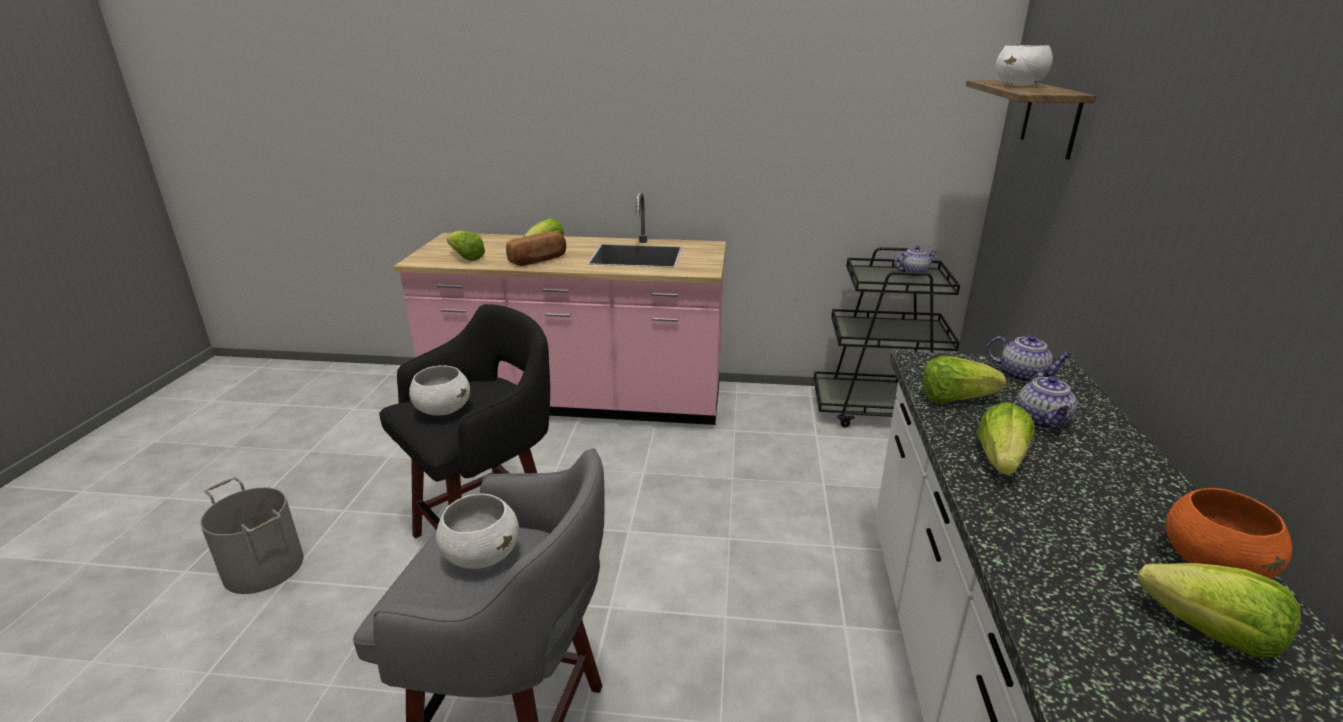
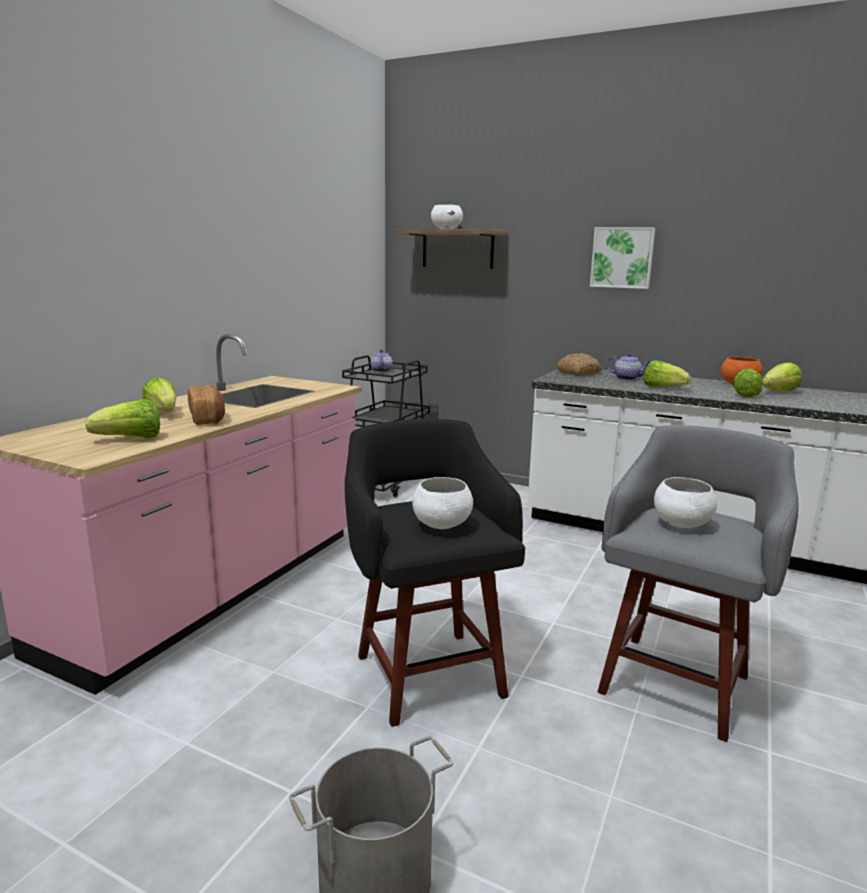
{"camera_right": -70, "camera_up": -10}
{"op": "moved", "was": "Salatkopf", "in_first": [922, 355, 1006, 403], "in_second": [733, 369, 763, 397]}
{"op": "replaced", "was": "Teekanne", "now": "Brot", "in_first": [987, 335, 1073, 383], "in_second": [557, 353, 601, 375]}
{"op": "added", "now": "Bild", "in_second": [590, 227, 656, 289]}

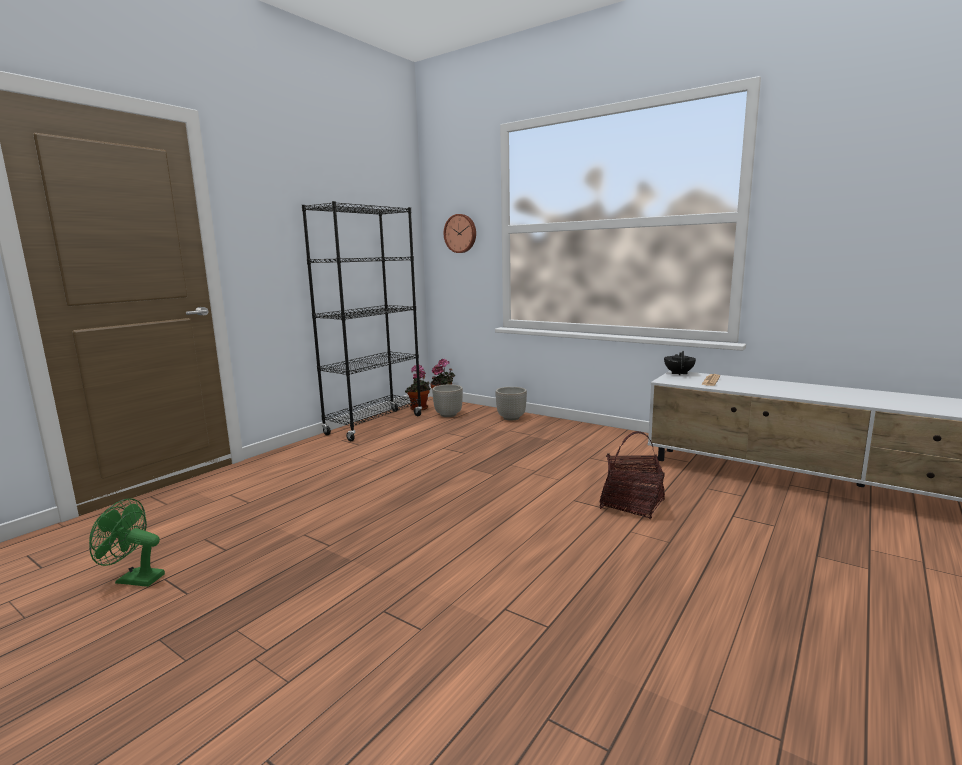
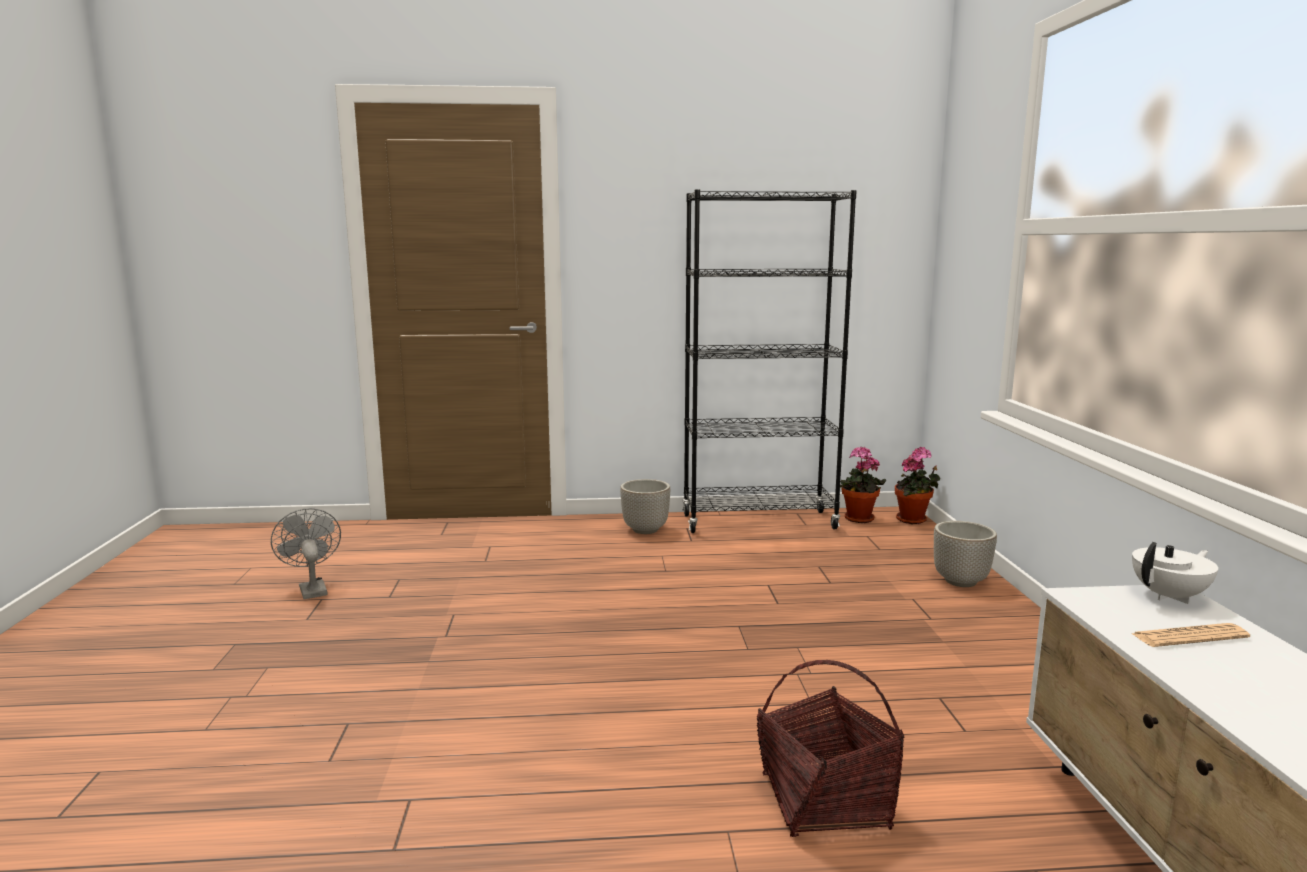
{"camera_right": 50, "camera_up": 0}
{"op": "recoloured", "was": "Ventilator (grün)", "now": "Ventilator (grau)", "in_first": [89, 499, 165, 587], "in_second": [271, 508, 341, 599]}
{"op": "moved", "was": "Pflanzkübel", "in_first": [432, 385, 463, 417], "in_second": [620, 479, 670, 534]}
{"op": "removed", "was": "Wanduhr", "in_first": [444, 214, 476, 253]}
{"op": "recoloured", "was": "Teekanne (schwarz)", "now": "Teekanne (weiß)", "in_first": [664, 351, 696, 375], "in_second": [1132, 542, 1218, 604]}

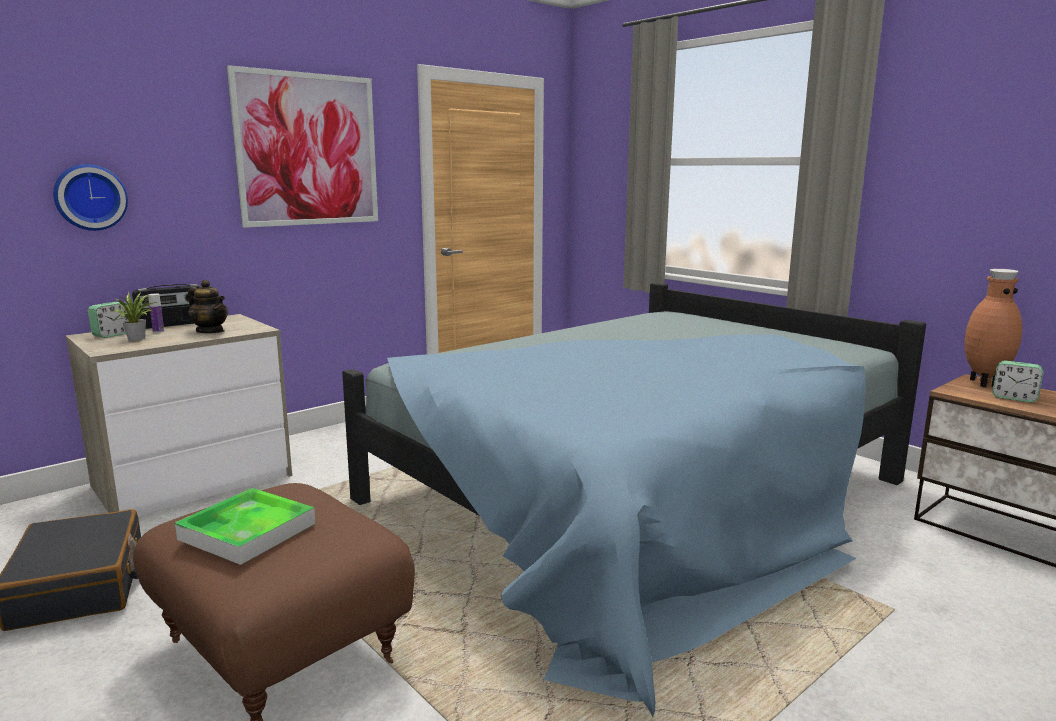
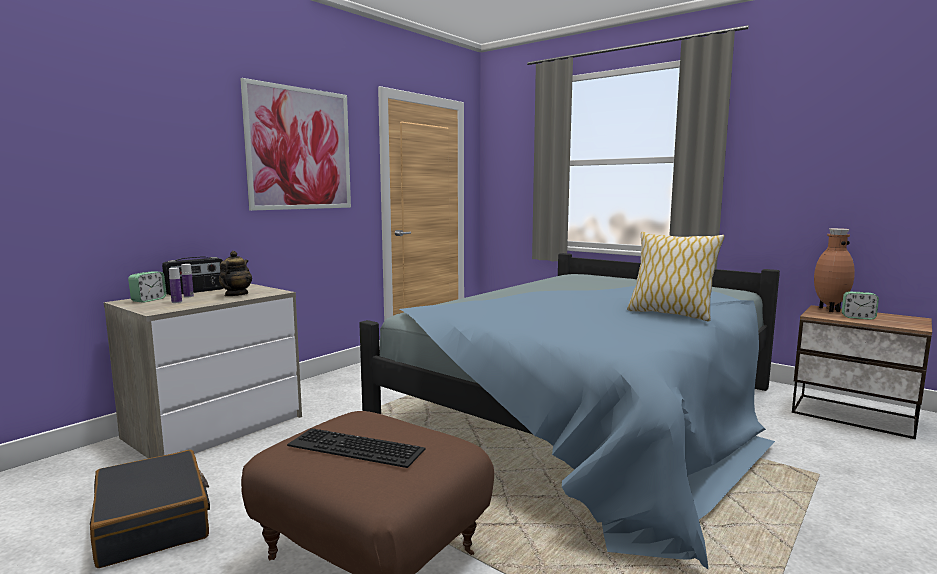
{"camera_right": -10, "camera_up": -5}
{"op": "removed", "was": "Wanduhr", "in_first": [53, 164, 128, 231]}
{"op": "replaced", "was": "Topfpflanze", "now": "Flasche", "in_first": [114, 292, 157, 341], "in_second": [169, 268, 182, 303]}
{"op": "replaced", "was": "Tablett", "now": "Tastatur", "in_first": [175, 488, 316, 565], "in_second": [287, 428, 425, 468]}
{"op": "turned", "was": "Teekanne", "in_first": [188, 280, 228, 333], "in_second": [219, 251, 252, 296], "clockwise": -105}
{"op": "added", "now": "Kissen", "in_second": [627, 232, 725, 321]}

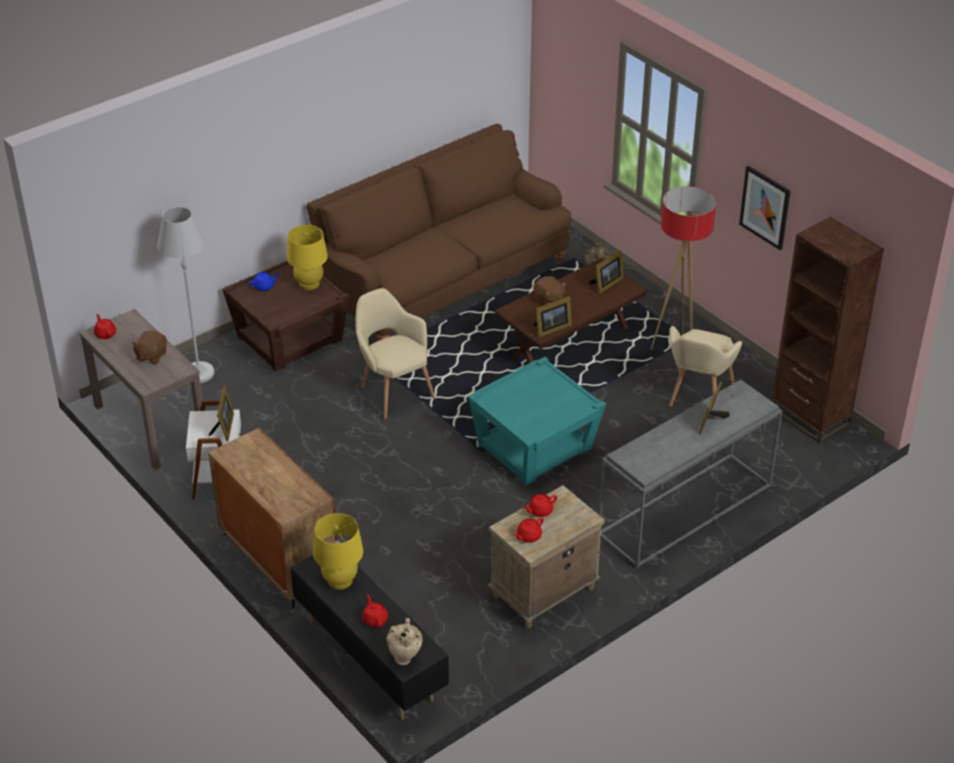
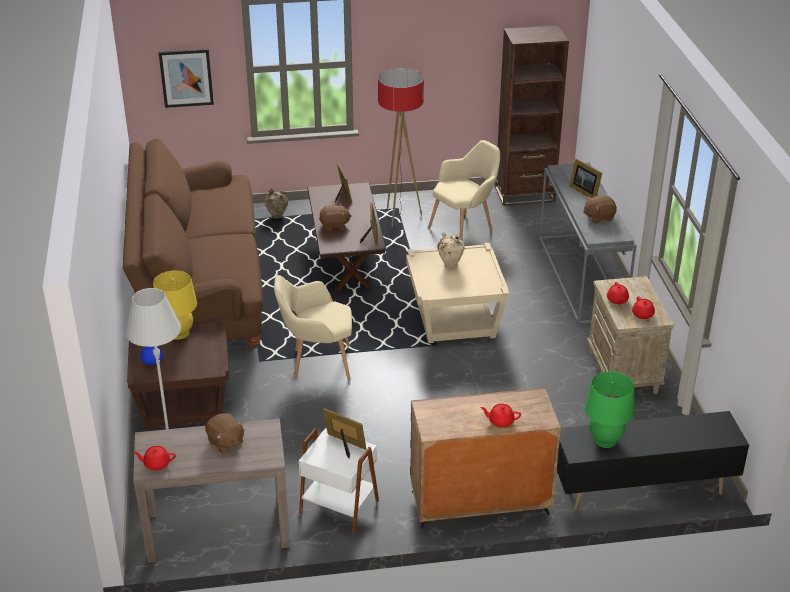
{"camera_right": -60, "camera_up": -5}
{"op": "recoloured", "was": "Tischlampe (gelb)", "now": "Tischlampe (grün)", "in_first": [313, 513, 363, 590], "in_second": [585, 371, 634, 448]}
{"op": "moved", "was": "Teekanne (rot)", "in_first": [362, 594, 388, 628], "in_second": [480, 404, 521, 427]}
{"op": "moved", "was": "Vase (beige)", "in_first": [387, 618, 423, 665], "in_second": [438, 232, 465, 269]}
{"op": "recoloured", "was": "Beistelltisch (türkis)", "now": "Beistelltisch (beige)", "in_first": [468, 357, 606, 485], "in_second": [406, 243, 509, 343]}
{"op": "turned", "was": "Sessel (beige)", "in_first": [669, 326, 742, 407], "in_second": [428, 140, 500, 240], "clockwise": -90}
{"op": "moved", "was": "Bild", "in_first": [739, 166, 790, 250], "in_second": [159, 49, 214, 108]}
{"op": "added", "now": "Plüschtier (braun)", "in_second": [583, 195, 617, 224]}

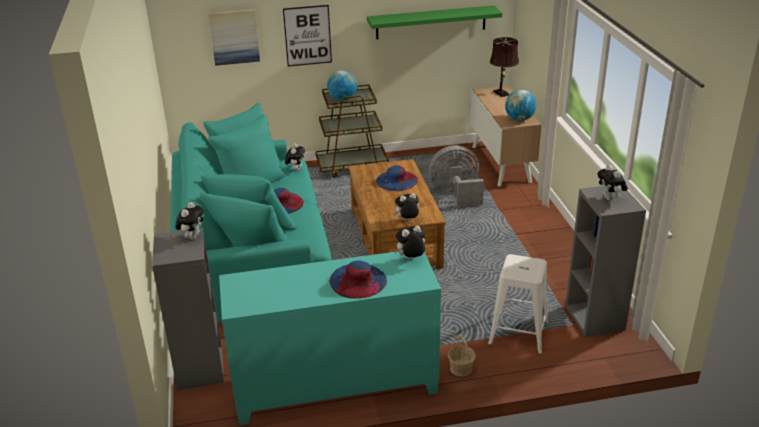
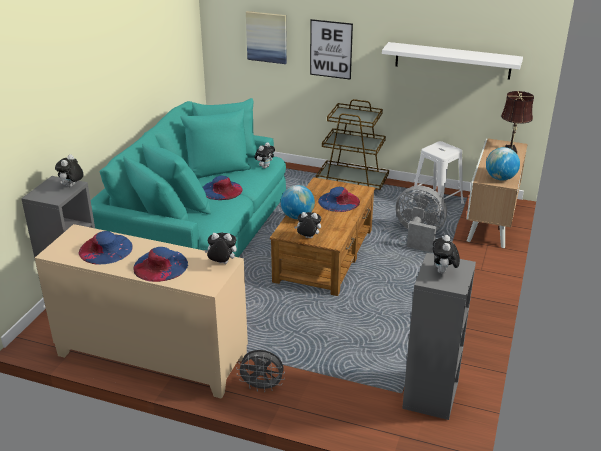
{"camera_right": 30, "camera_up": 0}
{"op": "turned", "was": "Plüschtier", "in_first": [176, 202, 204, 240], "in_second": [55, 154, 84, 187], "clockwise": 150}
{"op": "recoloured", "was": "Schrank (türkis)", "now": "Schrank (beige)", "in_first": [219, 251, 441, 425], "in_second": [35, 224, 248, 399]}
{"op": "moved", "was": "Globus", "in_first": [327, 70, 357, 101], "in_second": [281, 185, 315, 219]}
{"op": "recoloured", "was": "Wandregal (grün)", "now": "Wandregal (weiß)", "in_first": [367, 5, 502, 39], "in_second": [382, 42, 523, 80]}
{"op": "replaced", "was": "Korb", "now": "Ventilator (grau)", "in_first": [448, 334, 476, 376], "in_second": [236, 350, 285, 392]}
{"op": "moved", "was": "Hocker (weiß)", "in_first": [488, 254, 549, 355], "in_second": [409, 141, 464, 215]}
{"op": "added", "now": "Hut (blau)", "in_second": [79, 231, 133, 265]}

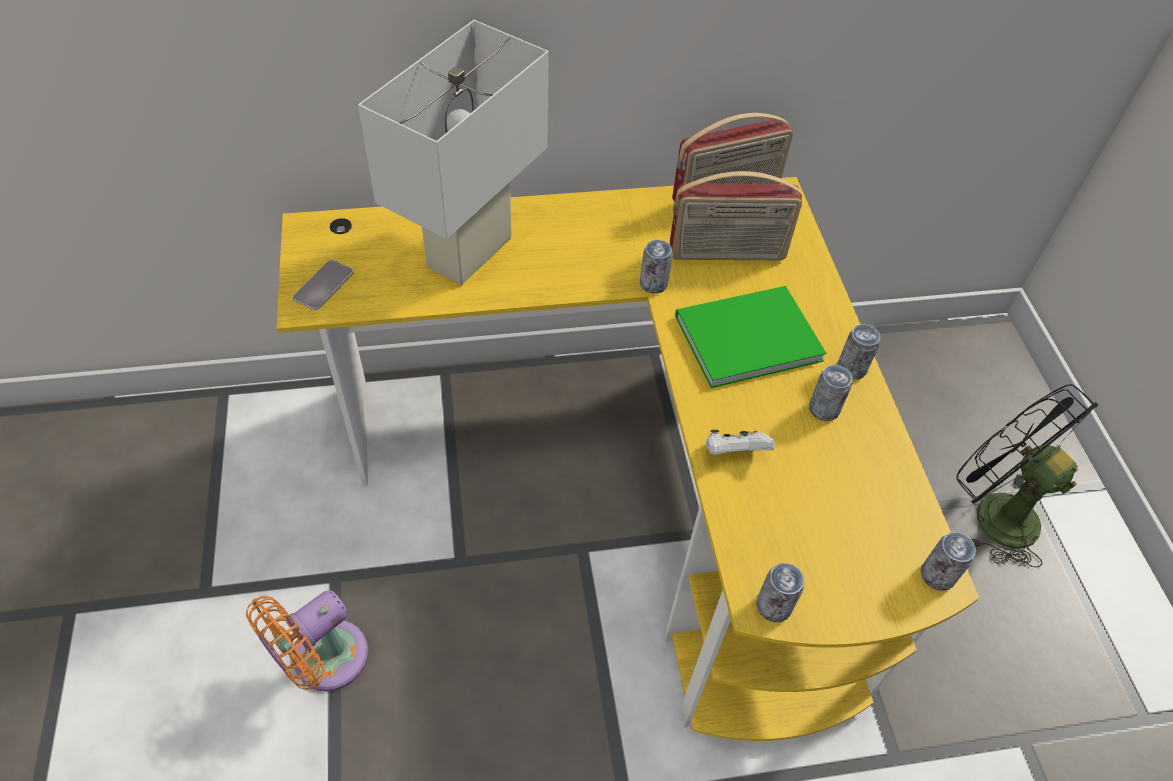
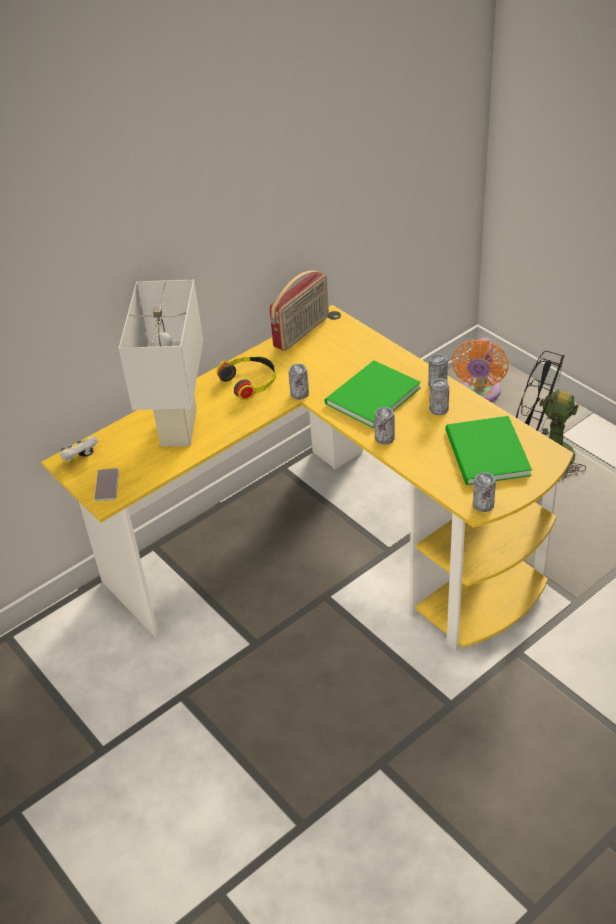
{"camera_right": -25, "camera_up": -10}
{"op": "moved", "was": "Ventilator (orange)", "in_first": [246, 590, 368, 691], "in_second": [452, 337, 509, 402]}
{"op": "removed", "was": "Radio", "in_first": [670, 171, 802, 260]}
{"op": "moved", "was": "Gamepad (weiß)", "in_first": [706, 430, 775, 455], "in_second": [60, 436, 98, 462]}
{"op": "moved", "was": "Dose", "in_first": [921, 532, 976, 591], "in_second": [374, 407, 395, 445]}
{"op": "added", "now": "Kopfhörer", "in_second": [217, 356, 276, 400]}
{"op": "added", "now": "Buch (grün)", "in_second": [445, 416, 532, 485]}

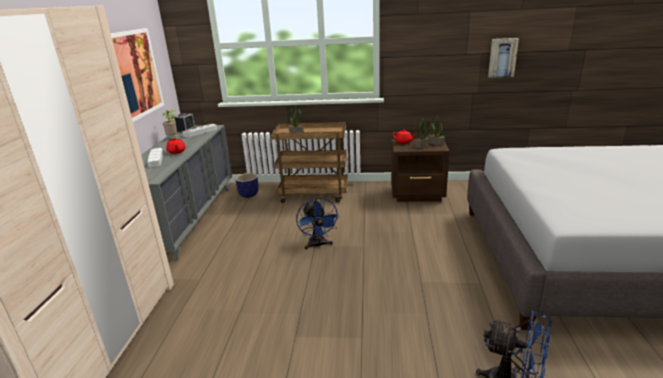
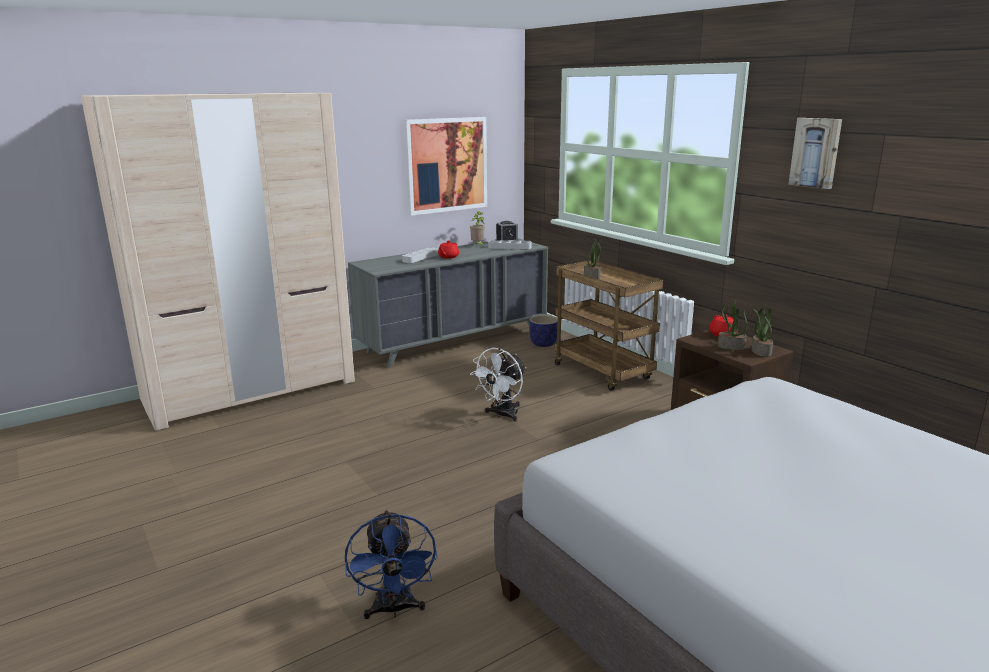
{"camera_right": 50, "camera_up": -5}
{"op": "recoloured", "was": "Ventilator (blau)", "now": "Ventilator (weiß)", "in_first": [296, 198, 340, 250], "in_second": [470, 348, 526, 422]}
{"op": "moved", "was": "Bild", "in_first": [488, 38, 519, 78], "in_second": [789, 118, 842, 189]}

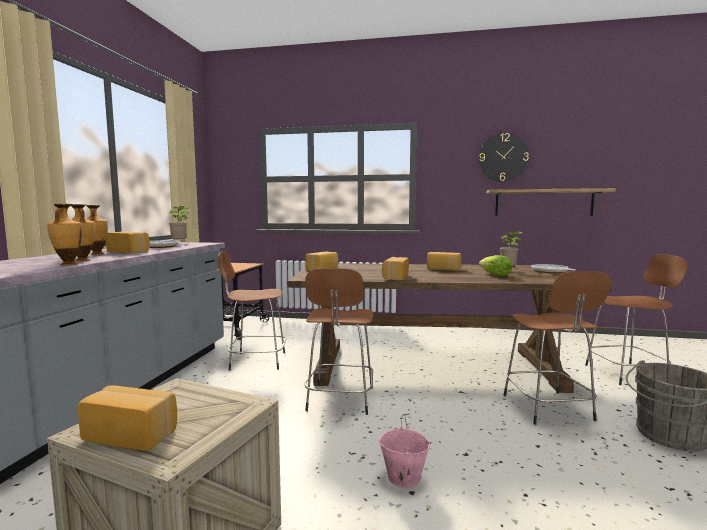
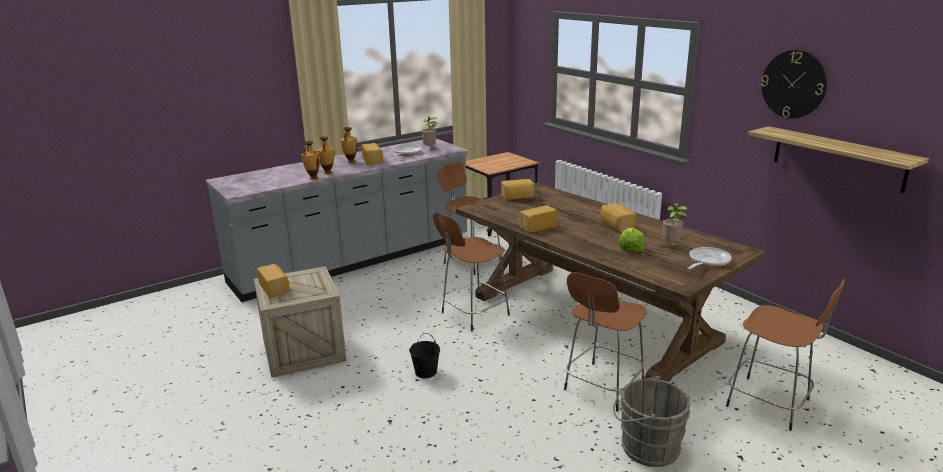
{"camera_right": 45, "camera_up": 15}
{"op": "recoloured", "was": "Eimer (rosa)", "now": "Eimer (schwarz)", "in_first": [379, 414, 430, 488], "in_second": [409, 333, 440, 379]}

